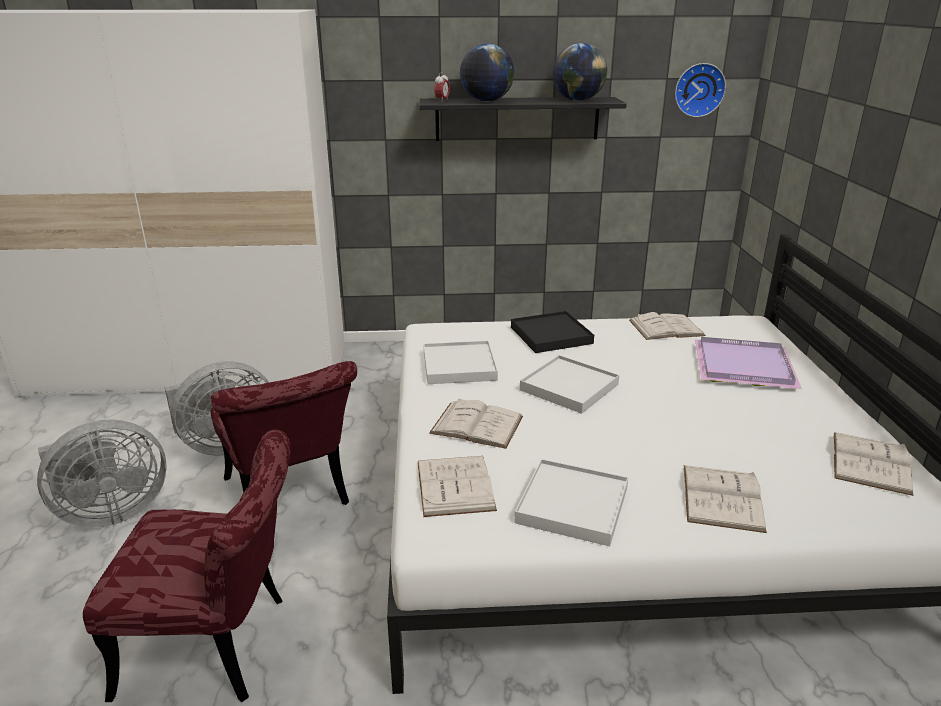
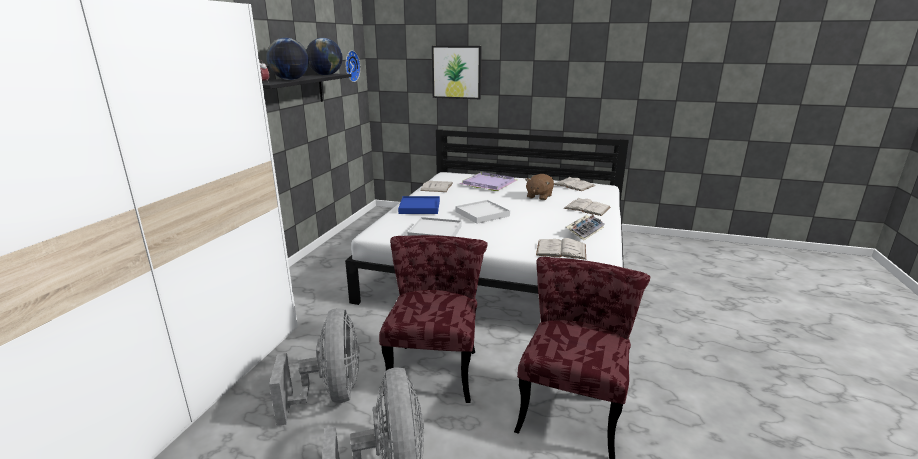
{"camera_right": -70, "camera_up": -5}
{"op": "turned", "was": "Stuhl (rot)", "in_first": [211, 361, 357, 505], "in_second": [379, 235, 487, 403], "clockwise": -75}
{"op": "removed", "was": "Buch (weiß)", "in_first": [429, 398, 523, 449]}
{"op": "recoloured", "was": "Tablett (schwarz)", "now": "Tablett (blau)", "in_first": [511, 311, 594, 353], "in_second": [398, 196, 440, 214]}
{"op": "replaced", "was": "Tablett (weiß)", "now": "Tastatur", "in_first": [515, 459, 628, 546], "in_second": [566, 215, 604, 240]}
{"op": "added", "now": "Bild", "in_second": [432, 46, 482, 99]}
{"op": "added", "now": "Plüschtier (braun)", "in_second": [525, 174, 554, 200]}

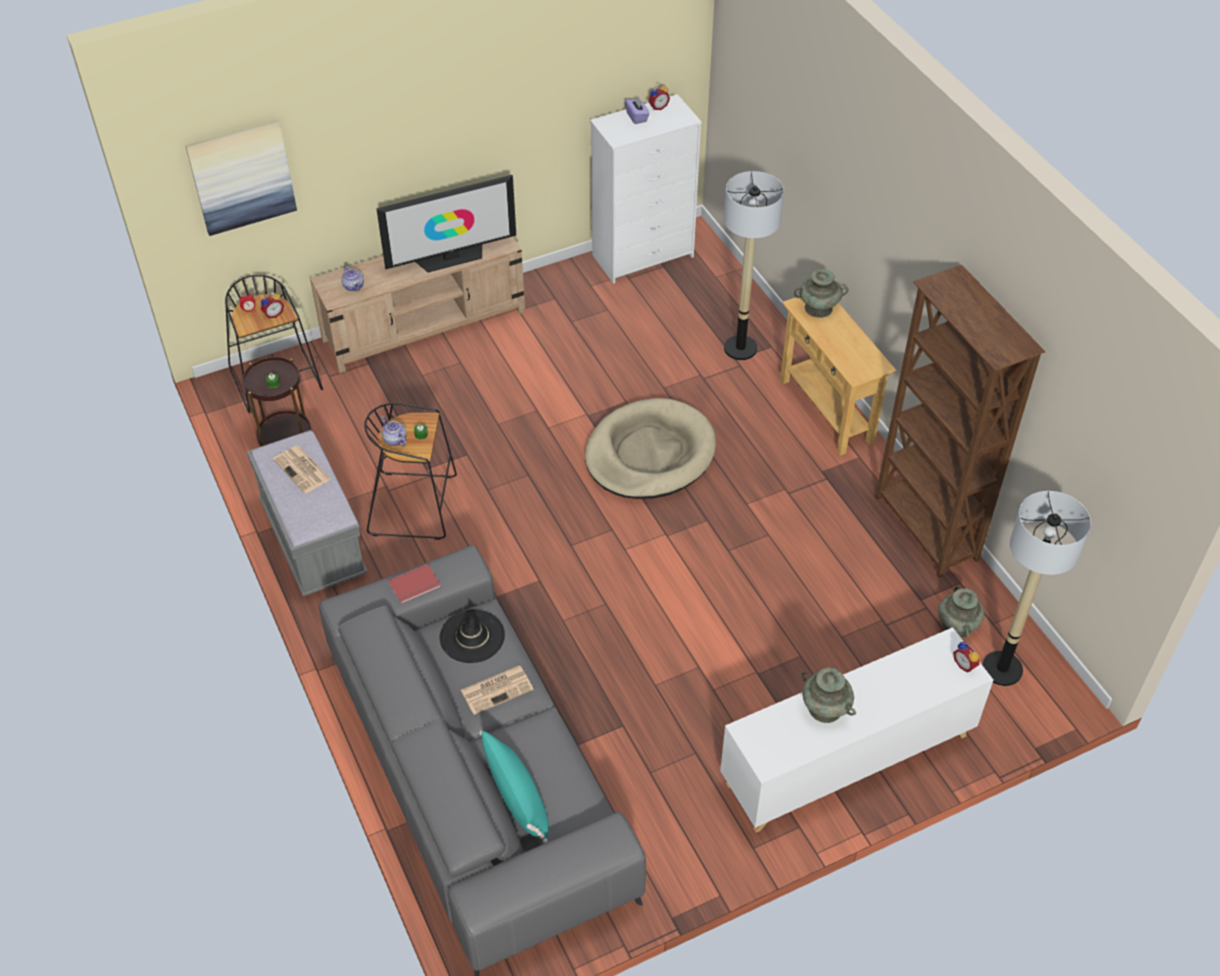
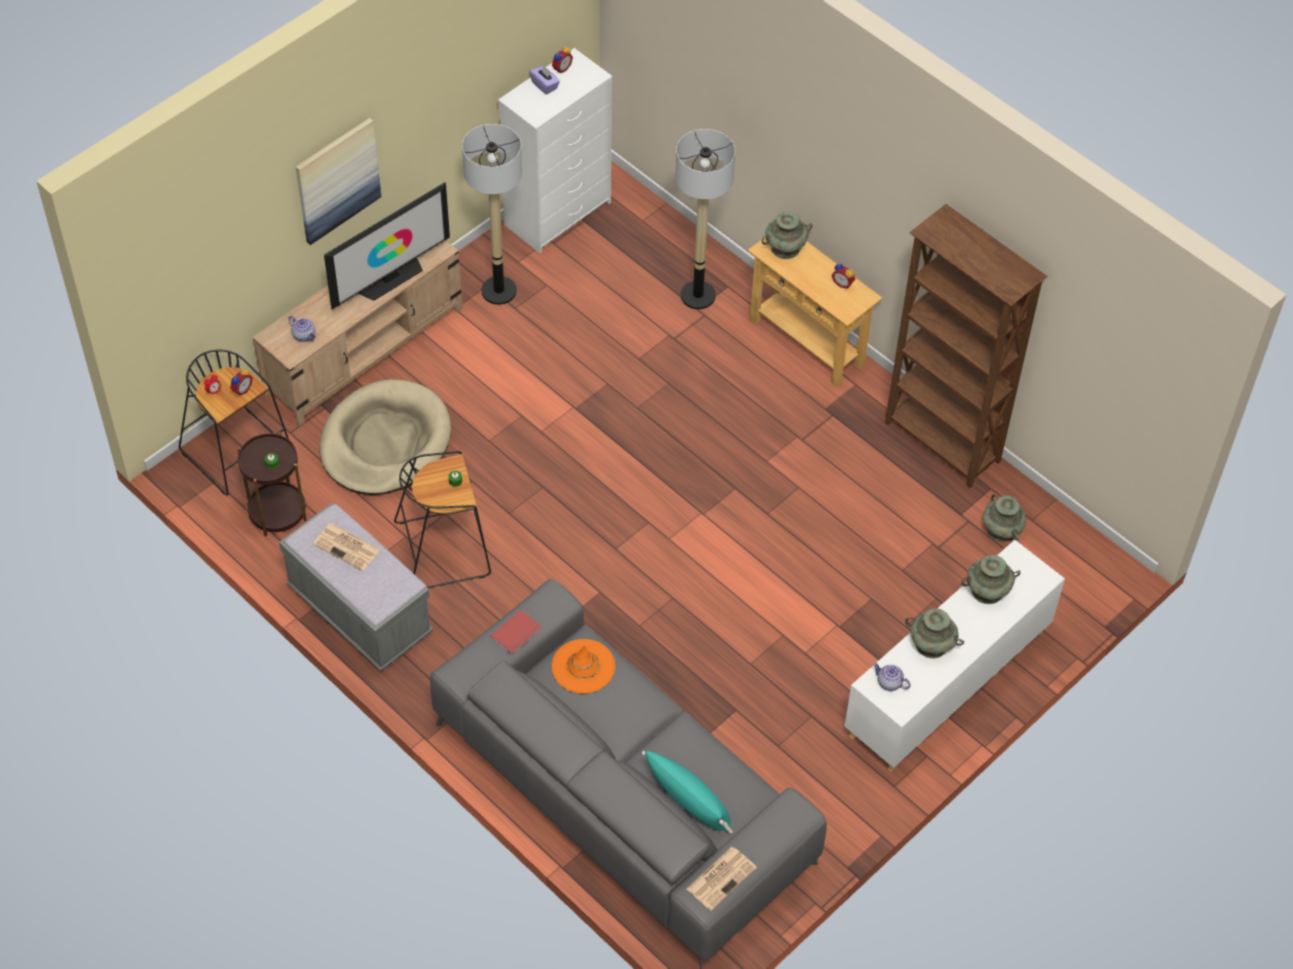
{"camera_right": -20, "camera_up": 5}
{"op": "moved", "was": "Bild", "in_first": [185, 120, 297, 236], "in_second": [296, 118, 381, 245]}
{"op": "moved", "was": "Teekanne", "in_first": [381, 416, 407, 446], "in_second": [873, 662, 911, 691]}
{"op": "recoloured", "was": "Hut (schwarz)", "now": "Hut (orange)", "in_first": [440, 609, 505, 663], "in_second": [552, 639, 615, 694]}
{"op": "moved", "was": "Zeitung", "in_first": [461, 665, 534, 715], "in_second": [687, 847, 757, 911]}
{"op": "moved", "was": "Hundebett (beige)", "in_first": [585, 398, 716, 499], "in_second": [319, 379, 451, 495]}
{"op": "moved", "was": "Wecker", "in_first": [953, 642, 980, 673], "in_second": [832, 263, 855, 289]}
{"op": "moved", "was": "Stehlampe", "in_first": [982, 491, 1091, 686], "in_second": [462, 124, 522, 305]}
{"op": "added", "now": "Vase (türkis)", "in_second": [961, 555, 1021, 604]}

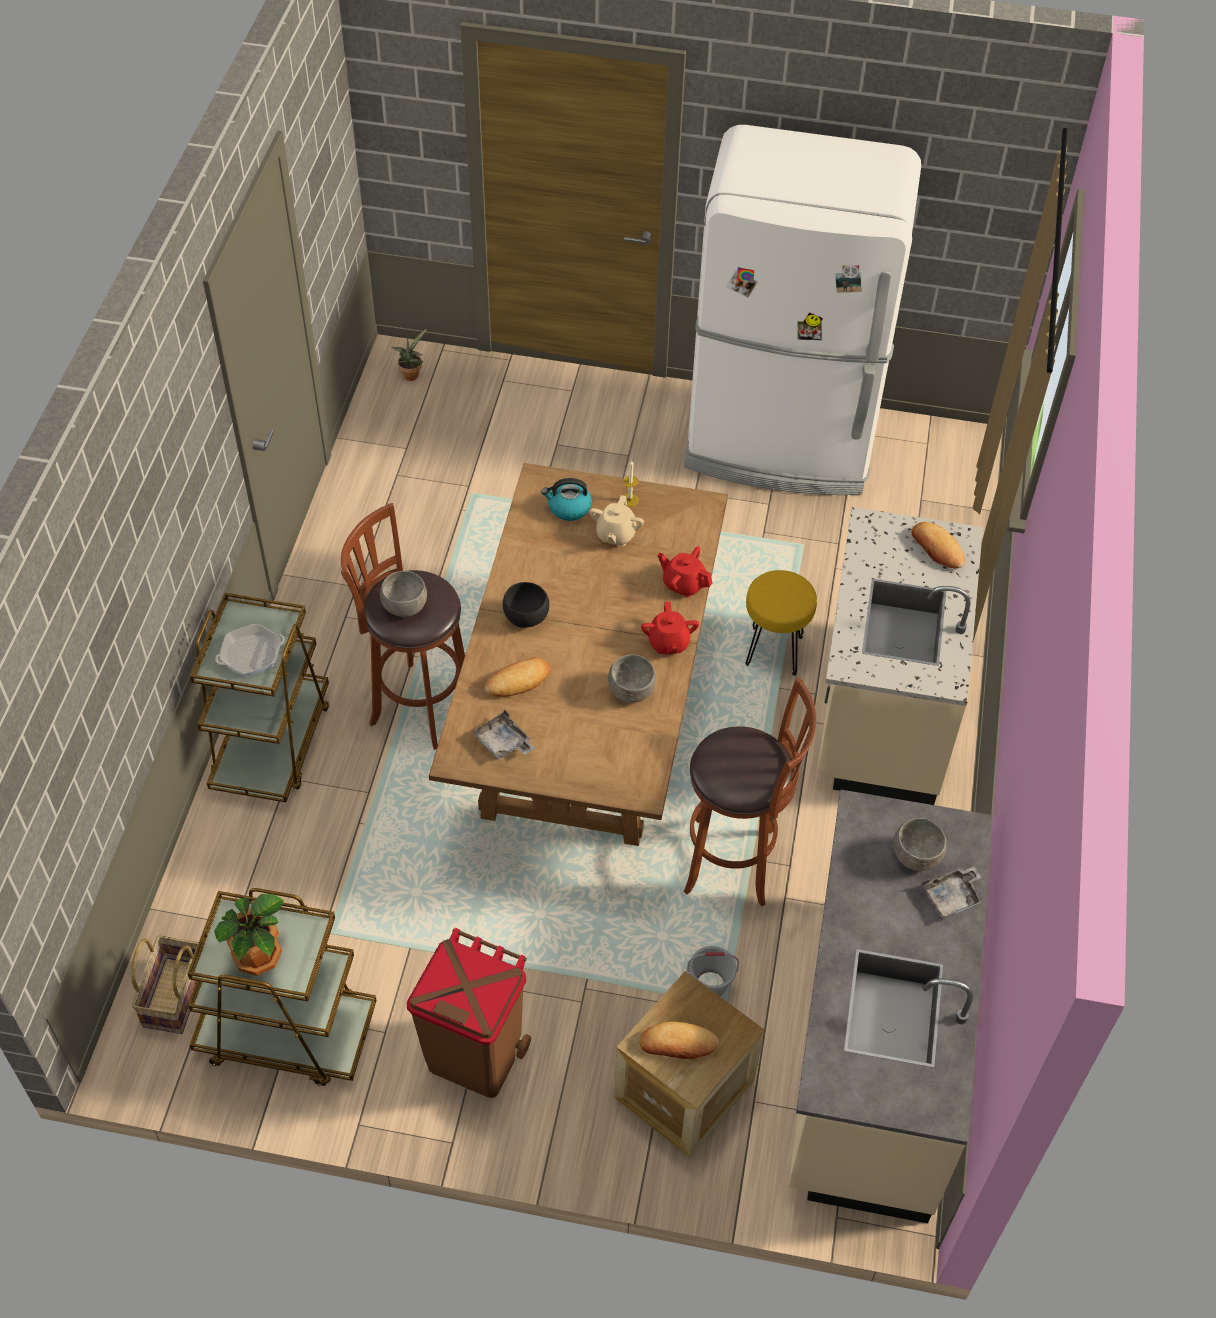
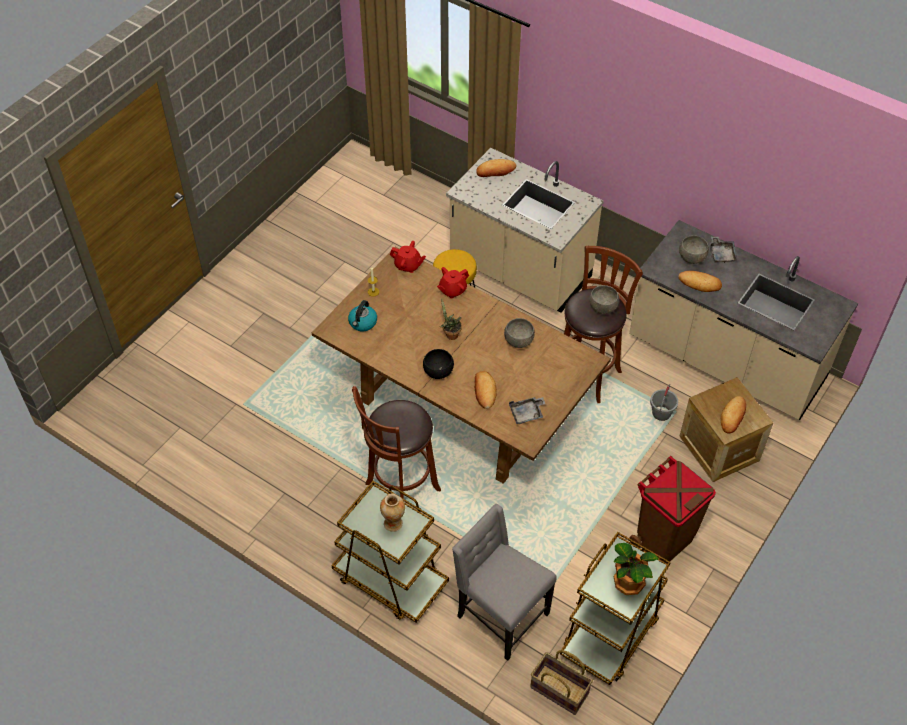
{"camera_right": -65, "camera_up": 0}
{"op": "replaced", "was": "Pfanne", "now": "Vase", "in_first": [215, 624, 285, 676], "in_second": [380, 494, 405, 532]}
{"op": "moved", "was": "Schüssel (grau)", "in_first": [380, 571, 427, 617], "in_second": [589, 285, 619, 314]}
{"op": "moved", "was": "Topfpflanze", "in_first": [391, 329, 426, 381], "in_second": [440, 299, 462, 340]}
{"op": "removed", "was": "Teekanne (beige)", "in_first": [590, 495, 644, 546]}
{"op": "moved", "was": "Teekanne (rot)", "in_first": [641, 602, 699, 654], "in_second": [390, 241, 426, 273]}
{"op": "removed", "was": "Kühlschrank (weiß)", "in_first": [684, 125, 921, 495]}
{"op": "added", "now": "Stuhl (grau)", "in_second": [452, 504, 556, 661]}
{"op": "added", "now": "Brot", "in_second": [678, 271, 722, 292]}

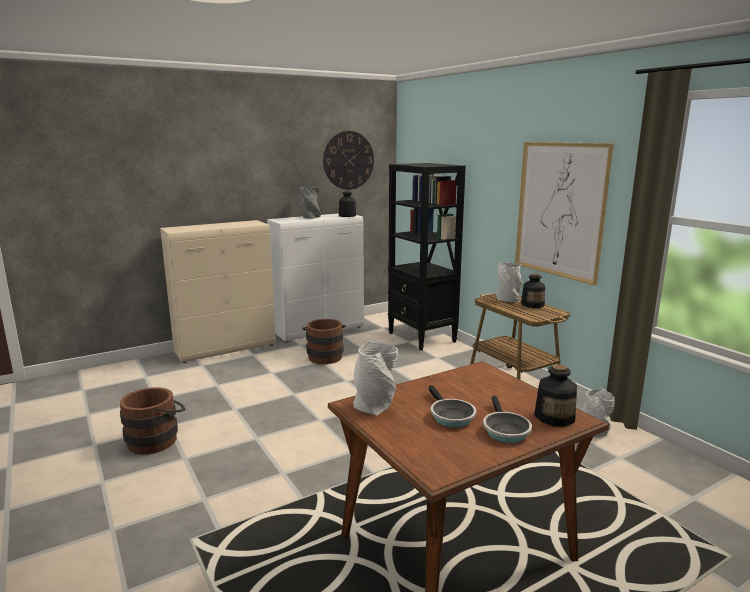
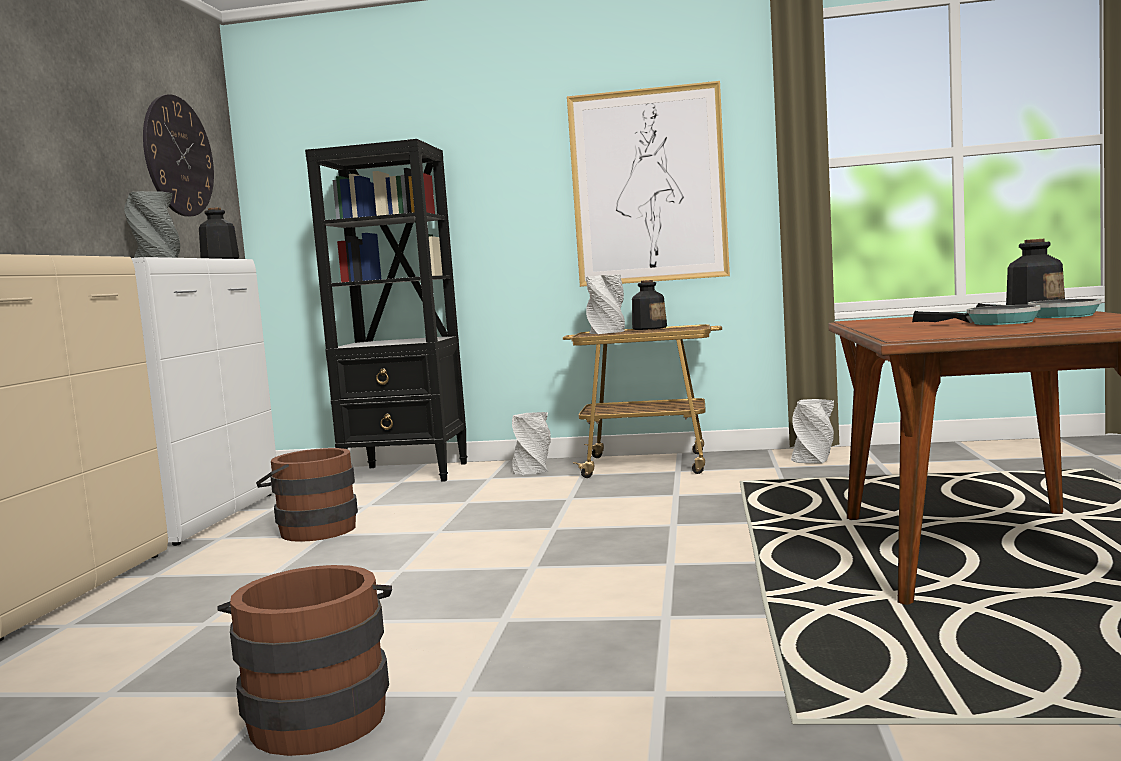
{"camera_right": -50, "camera_up": -10}
{"op": "moved", "was": "Vase (grau)", "in_first": [353, 341, 398, 416], "in_second": [512, 412, 551, 475]}

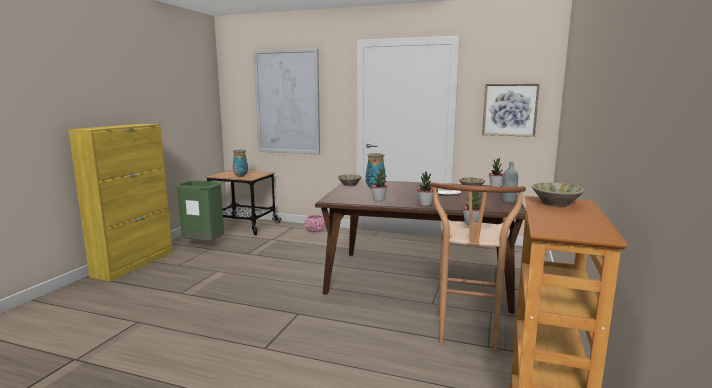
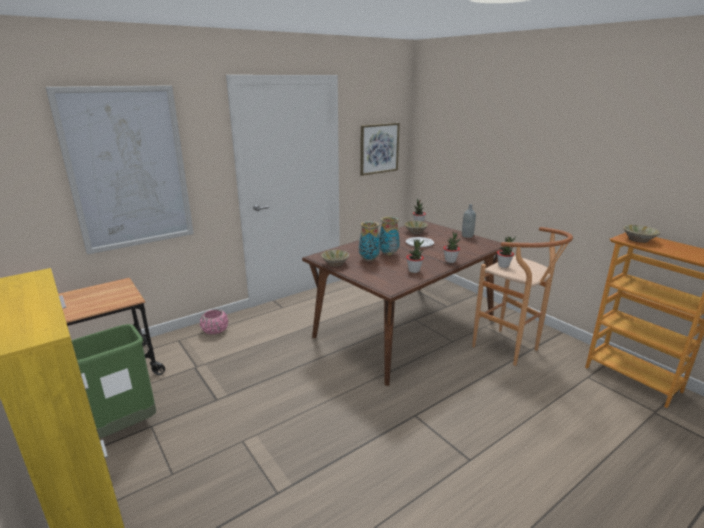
{"camera_right": -55, "camera_up": 10}
{"op": "moved", "was": "Vase", "in_first": [233, 150, 248, 177], "in_second": [379, 216, 400, 255]}

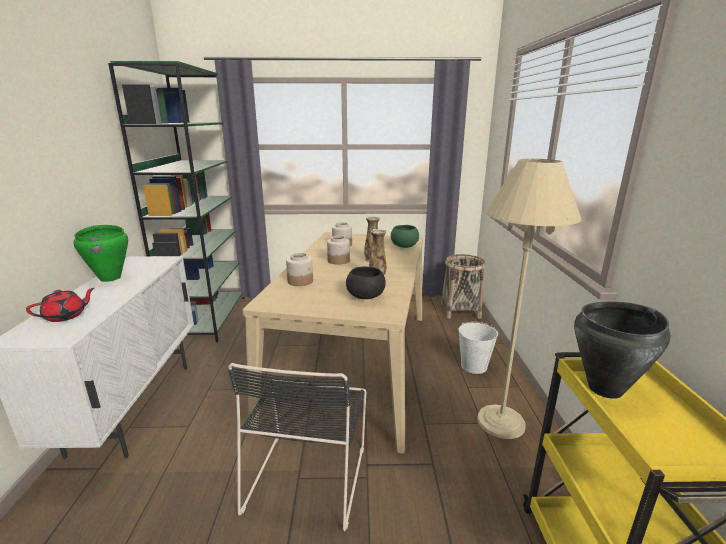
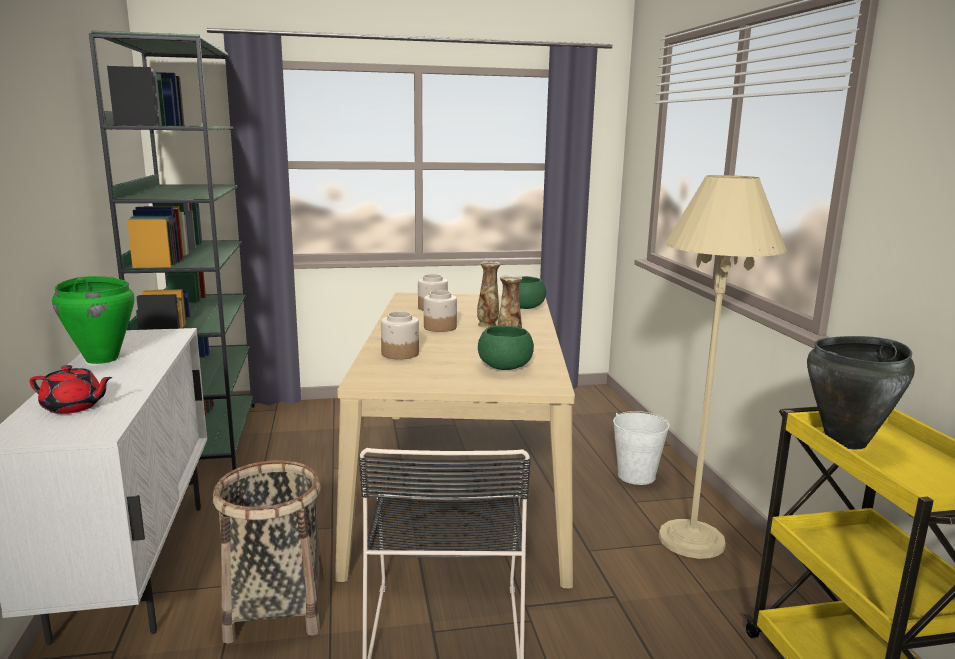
{"camera_right": -10, "camera_up": -5}
{"op": "turned", "was": "Teekanne (rot)", "in_first": [26, 288, 95, 322], "in_second": [30, 365, 113, 414], "clockwise": 60}
{"op": "recoloured", "was": "Schüssel (schwarz)", "now": "Schüssel (grün)", "in_first": [346, 267, 386, 299], "in_second": [478, 326, 534, 370]}
{"op": "moved", "was": "Korb", "in_first": [441, 254, 485, 319], "in_second": [213, 460, 324, 644]}

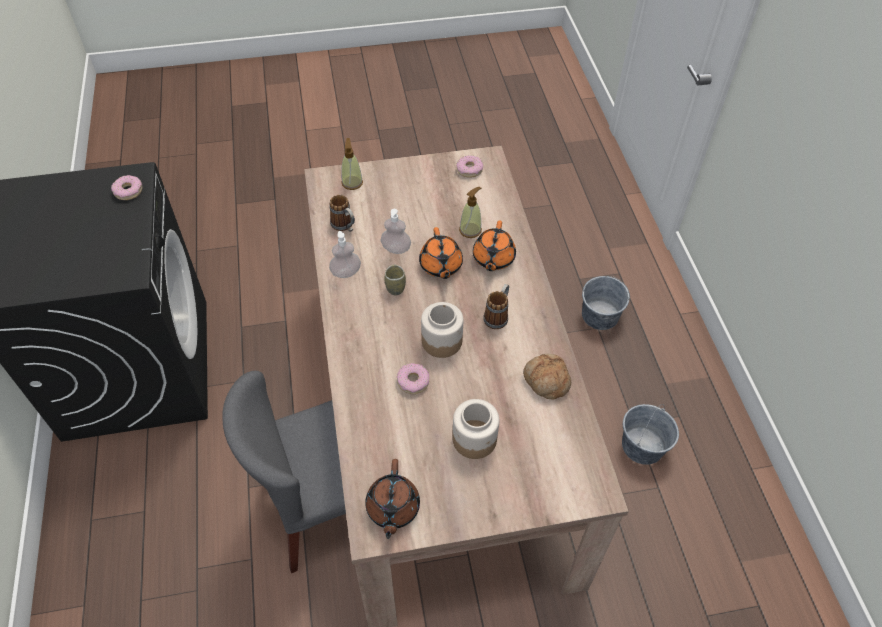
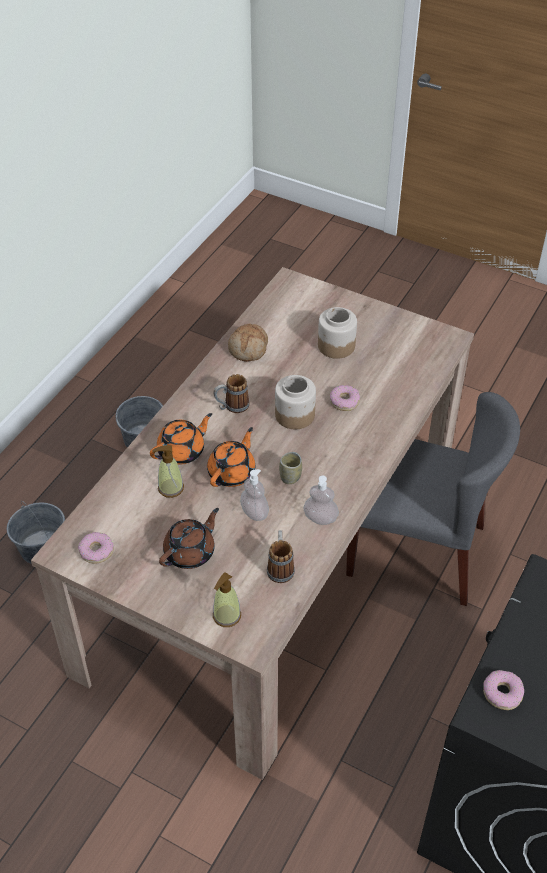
{"camera_right": -140, "camera_up": -5}
{"op": "moved", "was": "Teekanne (braun)", "in_first": [365, 459, 420, 539], "in_second": [159, 508, 219, 569]}

